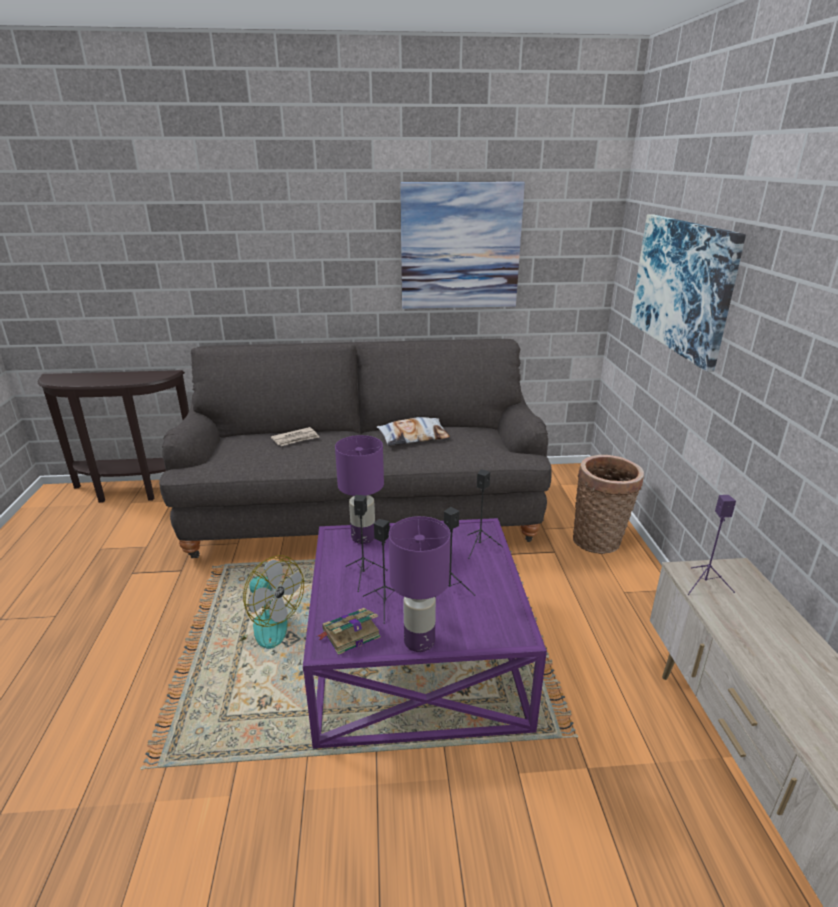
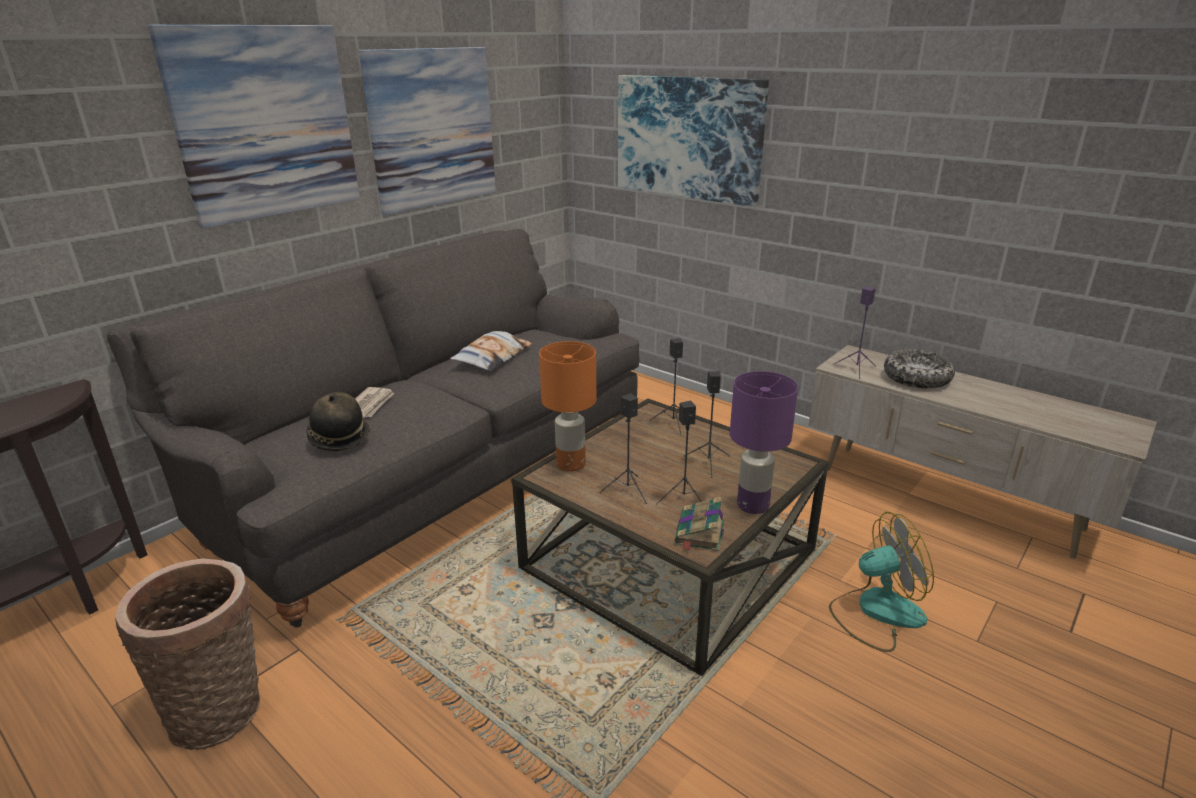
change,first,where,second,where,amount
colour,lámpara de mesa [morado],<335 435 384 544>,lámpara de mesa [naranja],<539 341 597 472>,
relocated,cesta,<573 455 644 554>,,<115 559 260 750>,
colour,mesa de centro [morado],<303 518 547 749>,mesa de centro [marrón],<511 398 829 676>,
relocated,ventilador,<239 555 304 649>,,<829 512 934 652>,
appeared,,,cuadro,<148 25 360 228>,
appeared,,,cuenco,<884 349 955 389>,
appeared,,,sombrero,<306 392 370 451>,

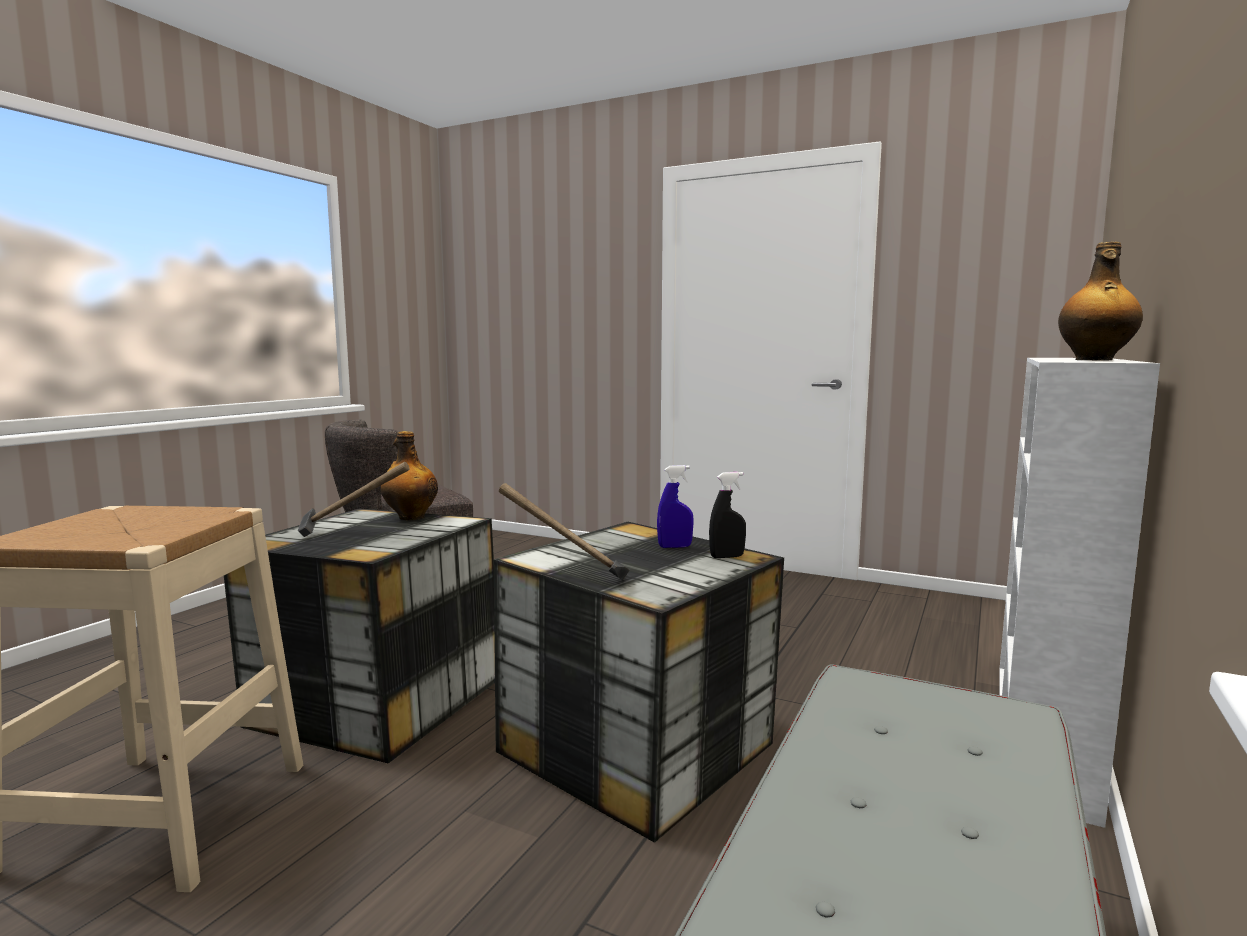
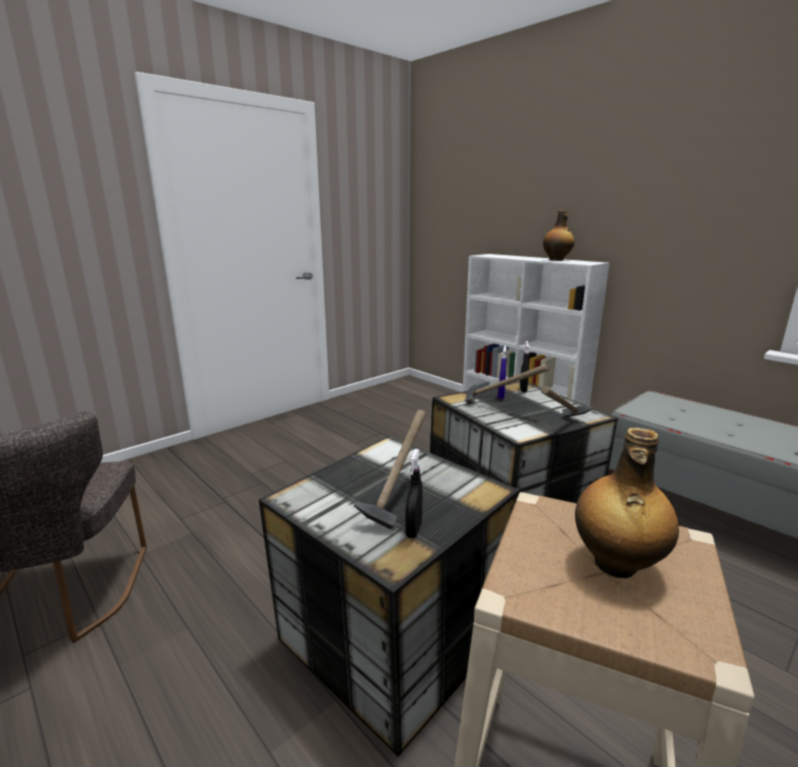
change,first,where,second,where,amount
relocated,botella,<381 431 438 520>,,<575 428 679 578>,
appeared,,,martillo,<465 364 548 405>,
appeared,,,pulverizador [negro],<405 449 423 538>,

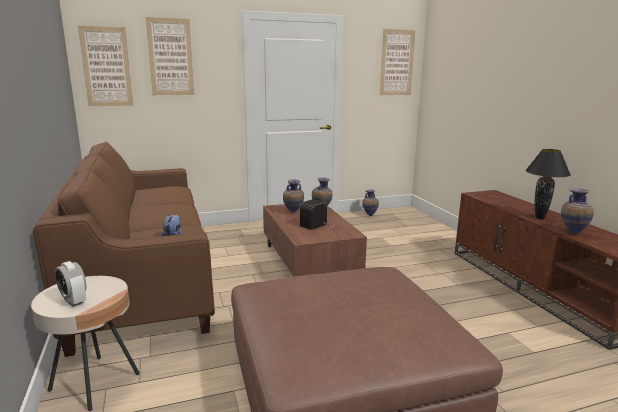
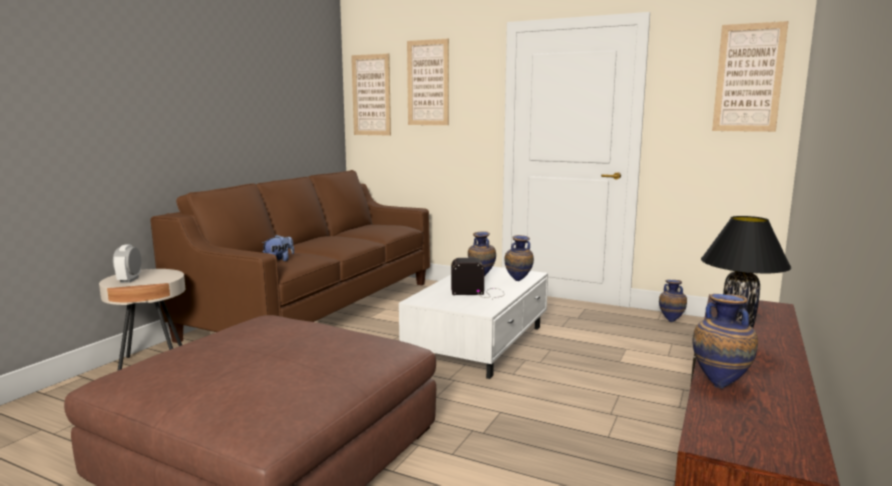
change,first,where,second,where,amount
colour,mesa de centro [marrón],<263 204 367 277>,mesa de centro [blanco],<399 266 548 379>,

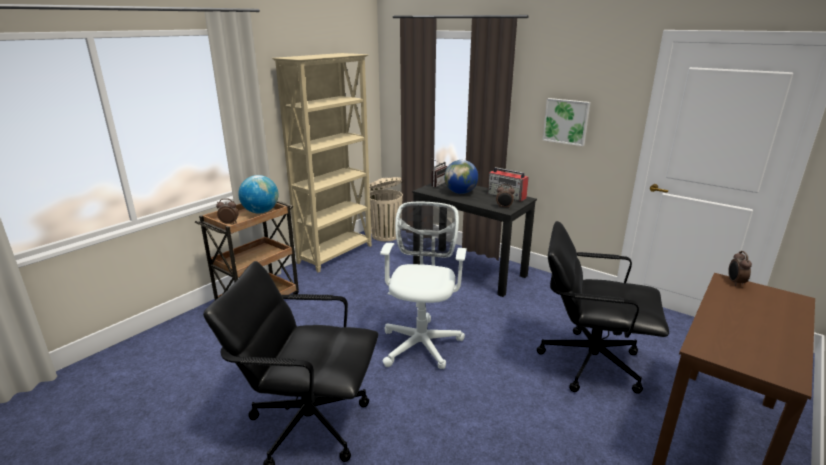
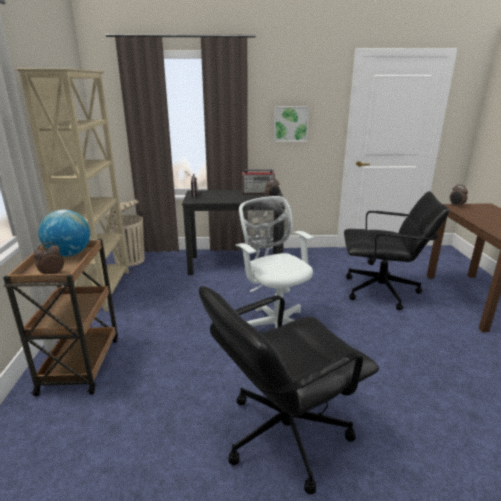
change,first,where,second,where,amount
missing,globo terráqueo,<444 160 478 194>,,,
spun,silla de oficina [negro],<537 221 669 394>,,<344 191 449 310>,150 degrees counterclockwise

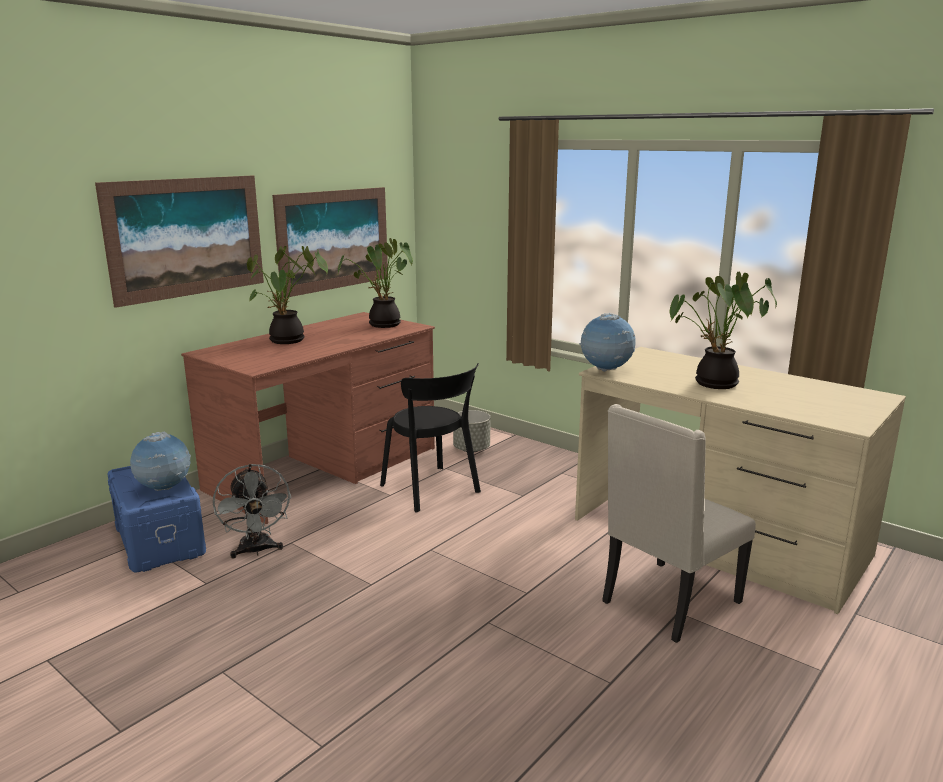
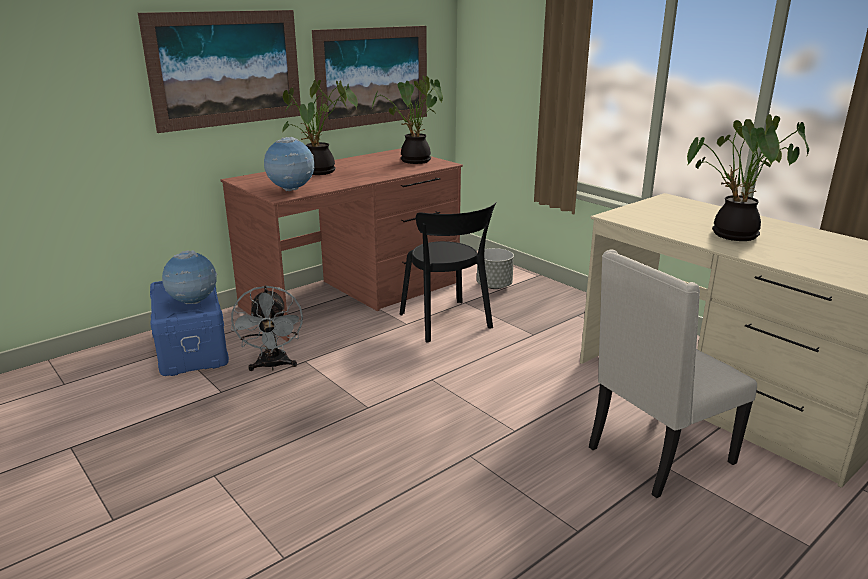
change,first,where,second,where,amount
relocated,globo terráqueo,<579 313 636 372>,,<264 137 315 191>,

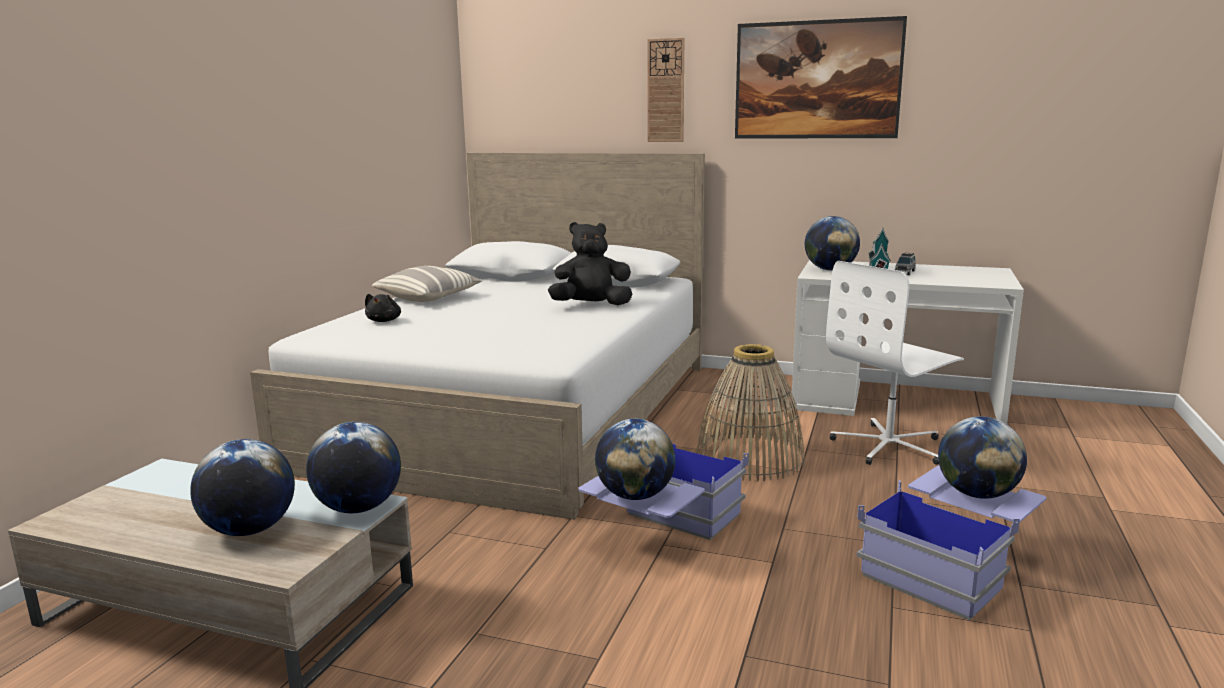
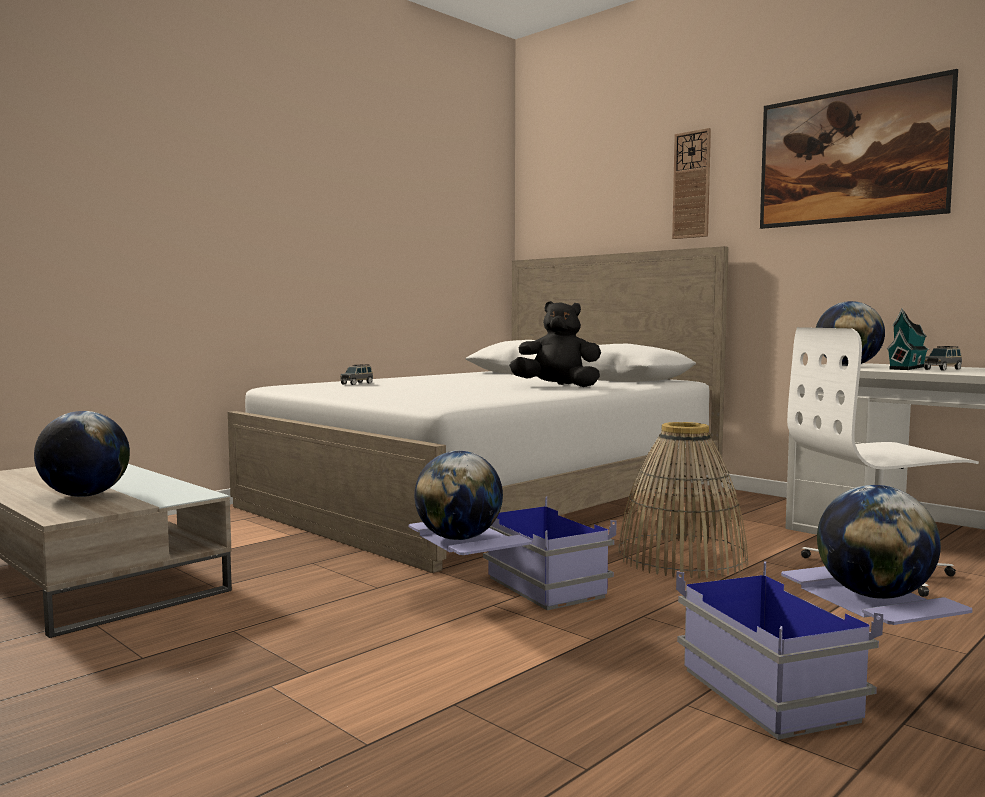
change,first,where,second,where,amount
missing,cojín,<372 266 483 302>,,,
exchanged,peluche [negro],<365 294 401 322>,coche de juguete [gris],<340 364 373 385>,
missing,globo terráqueo,<306 422 401 513>,,,

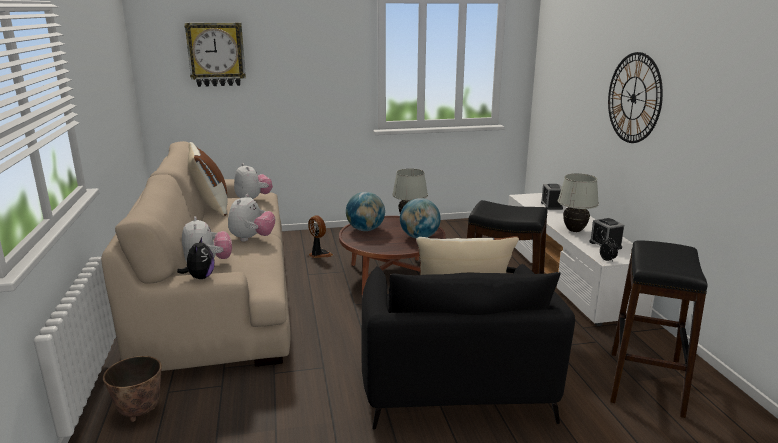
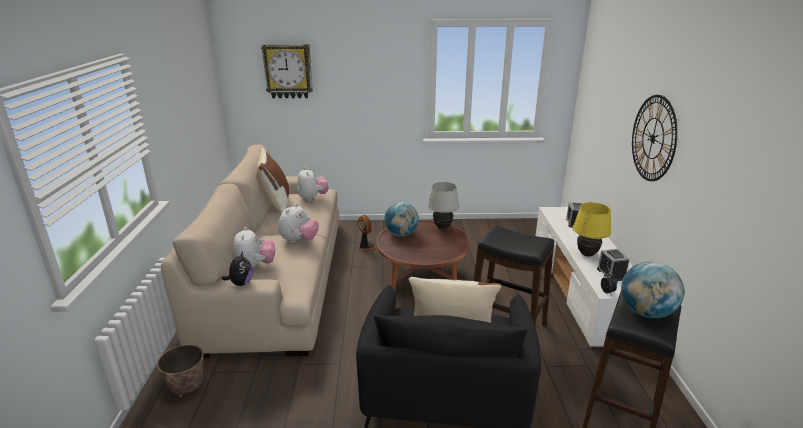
change,first,where,second,where,amount
colour,lámpara de mesa [blanco],<558 173 599 232>,lámpara de mesa [amarillo],<572 202 611 256>,
relocated,globo terráqueo,<400 198 441 239>,,<621 261 684 318>,

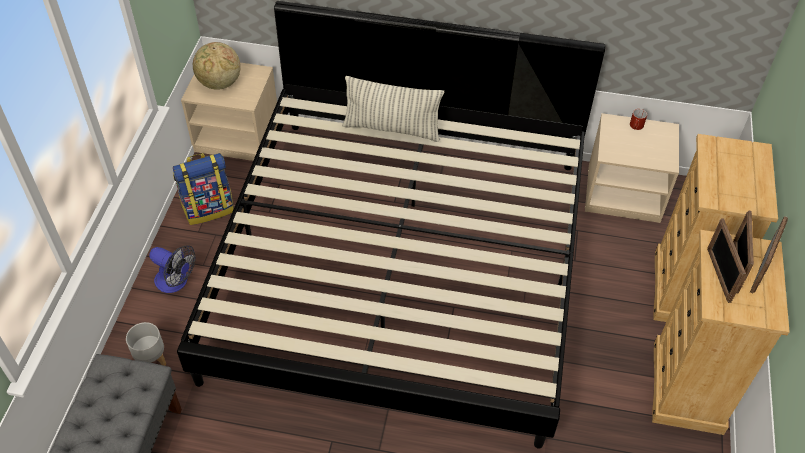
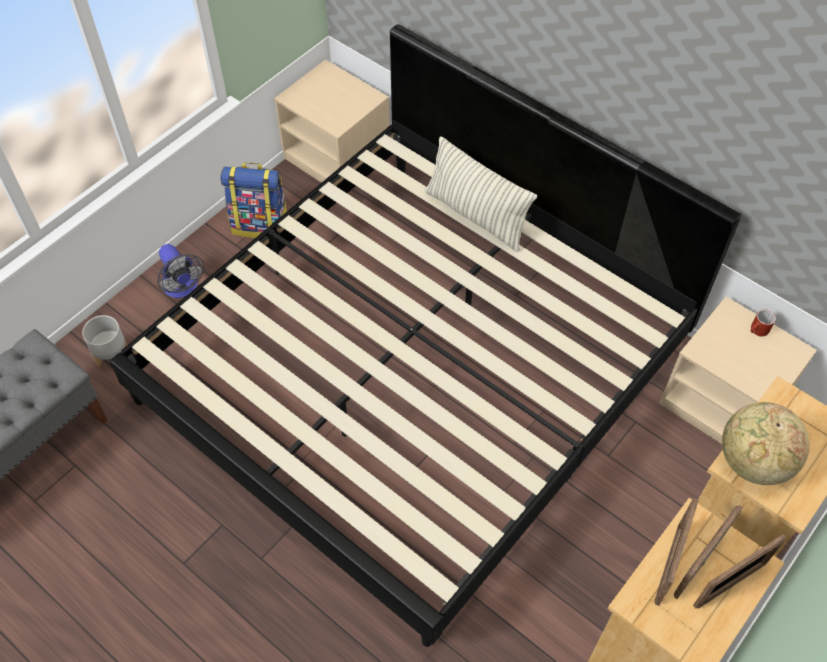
change,first,where,second,where,amount
relocated,globo terráqueo,<193 42 241 90>,,<722 402 810 485>,

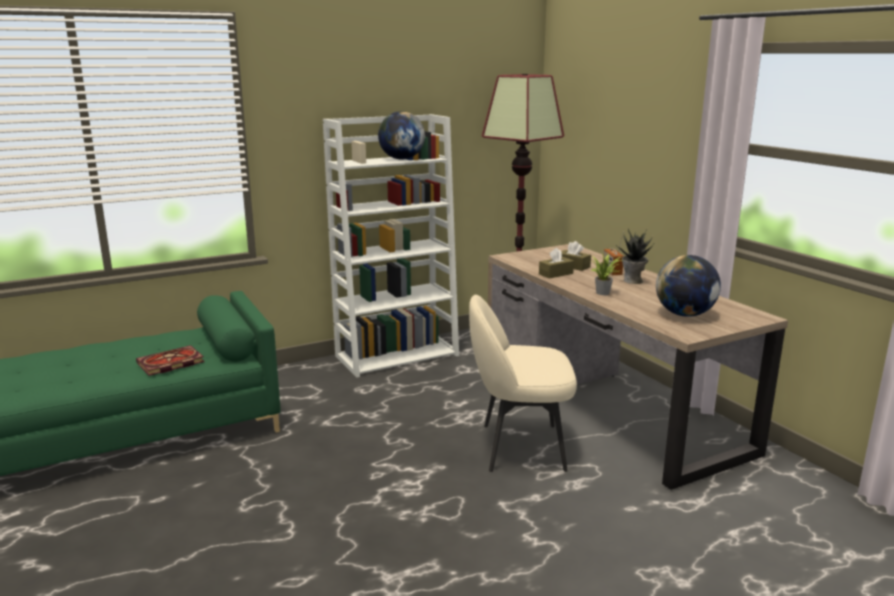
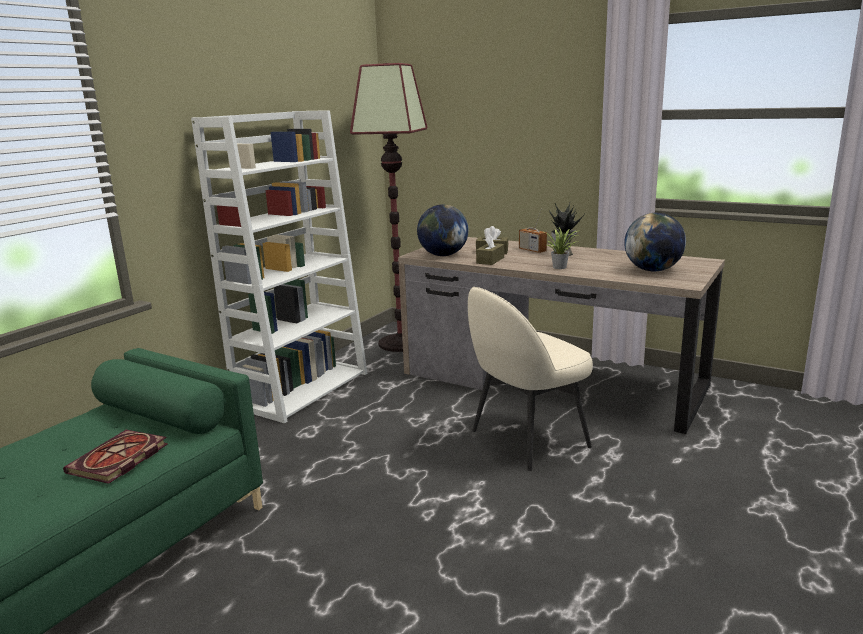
change,first,where,second,where,amount
relocated,globo terráqueo,<378 111 425 160>,,<417 204 468 256>,

